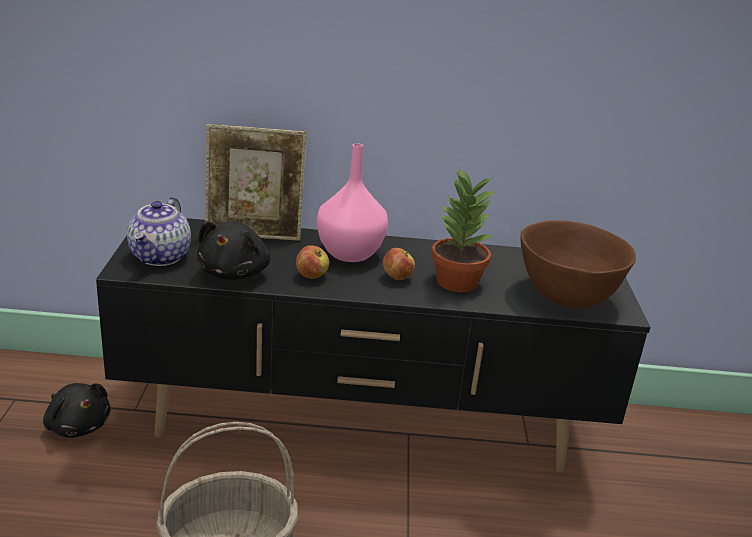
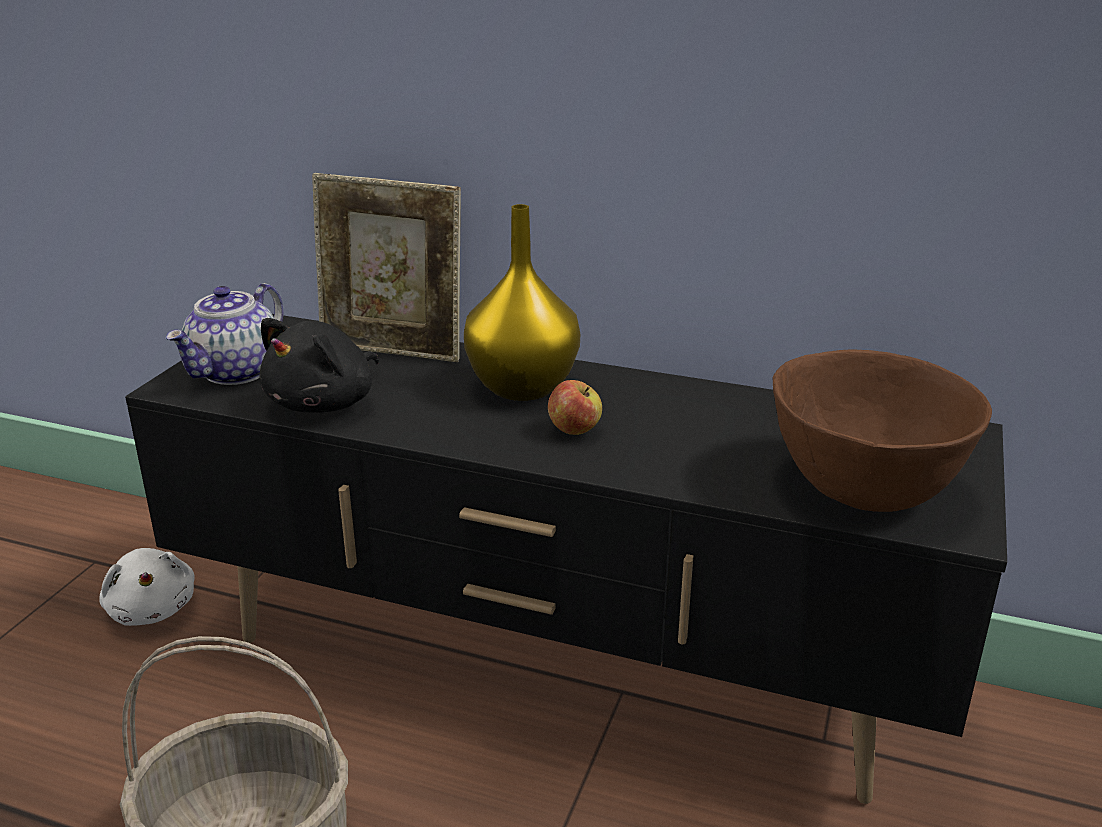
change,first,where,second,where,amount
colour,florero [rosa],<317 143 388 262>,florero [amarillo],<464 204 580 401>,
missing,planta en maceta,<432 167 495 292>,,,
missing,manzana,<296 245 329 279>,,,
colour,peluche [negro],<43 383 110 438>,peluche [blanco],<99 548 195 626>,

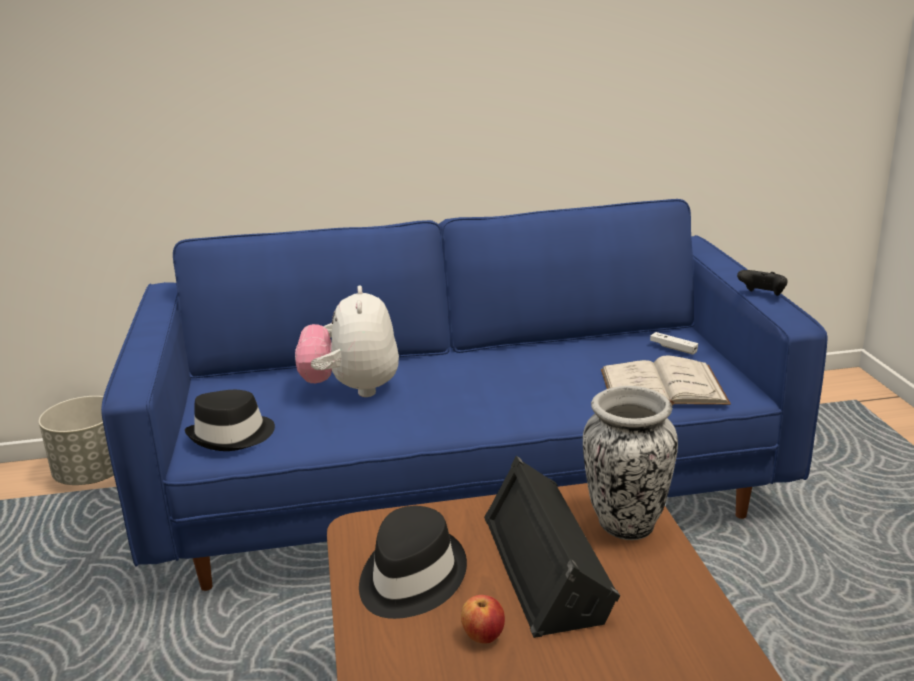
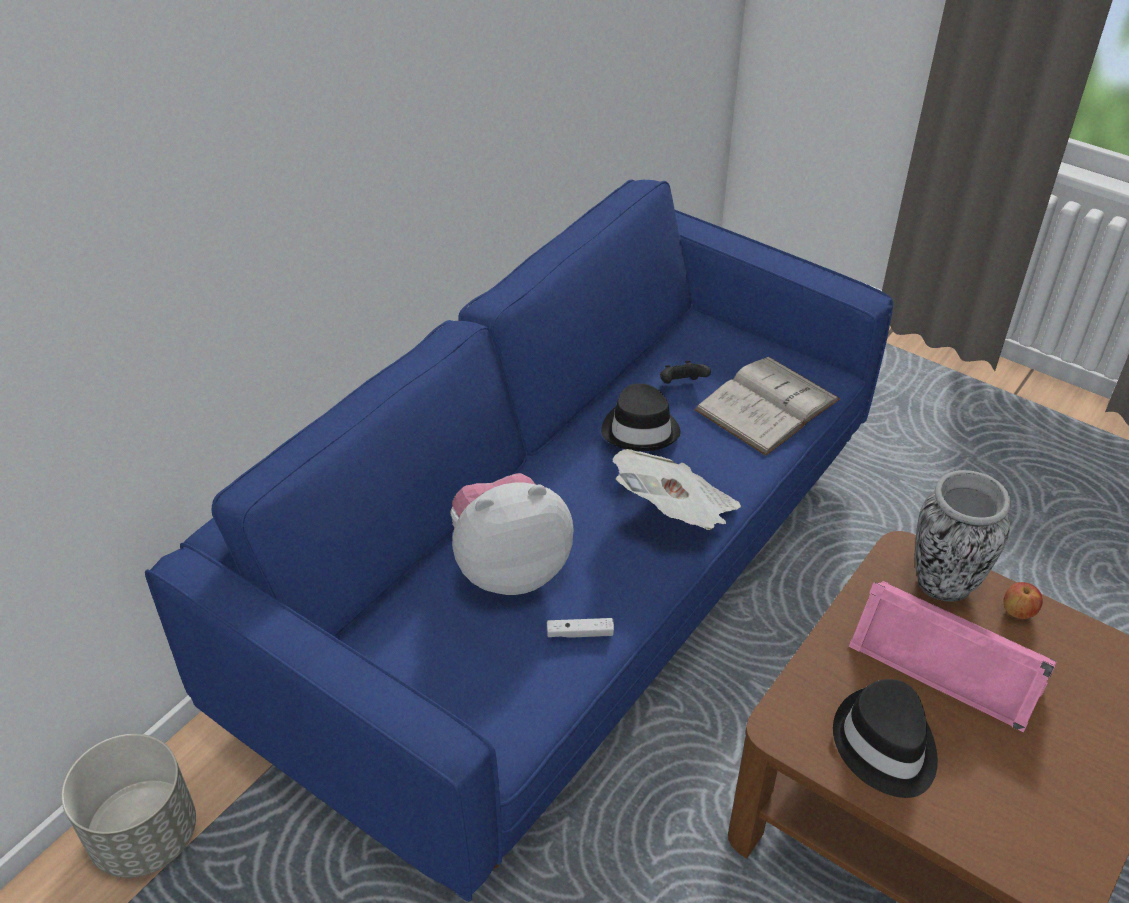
change,first,where,second,where,amount
relocated,mando de consola [negro],<737 270 788 296>,,<660 360 711 384>,
spun,peluche,<295 285 399 397>,,<450 473 574 595>,120 degrees clockwise
relocated,mando de consola [blanco],<650 332 698 355>,,<547 618 614 638>,
relocated,sombrero [negro],<185 390 275 451>,,<601 383 680 451>,
colour,altavoz [negro],<484 456 620 638>,altavoz [rosa],<849 581 1057 732>,
relocated,manzana,<461 595 505 644>,,<1004 582 1043 619>,
appeared,,,periódico,<613 449 741 530>,

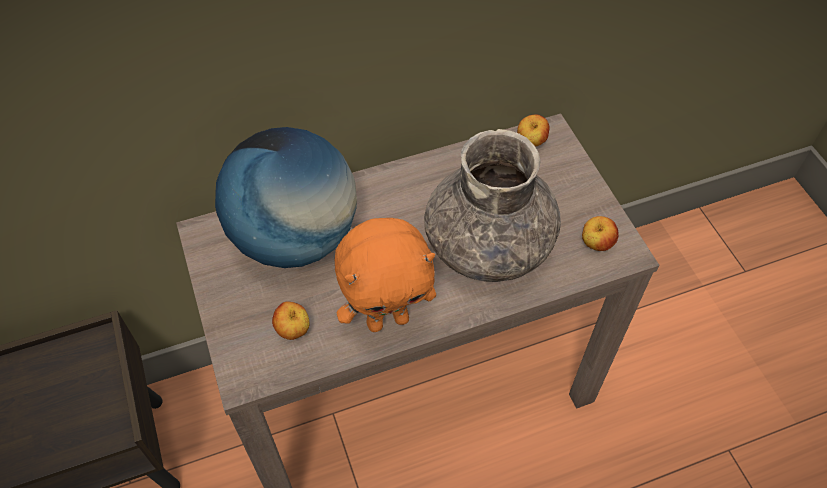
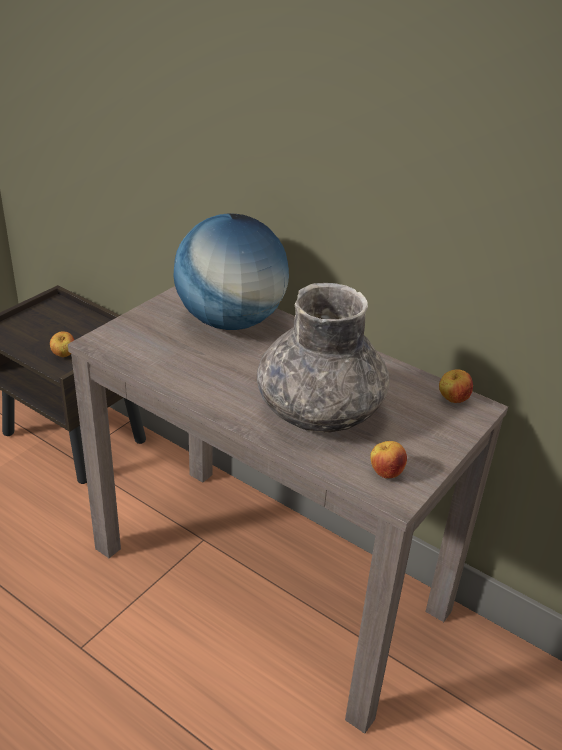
change,first,where,second,where,amount
missing,peluche [naranja],<335 218 436 332>,,,
relocated,manzana,<272 302 310 340>,,<50 331 74 357>,

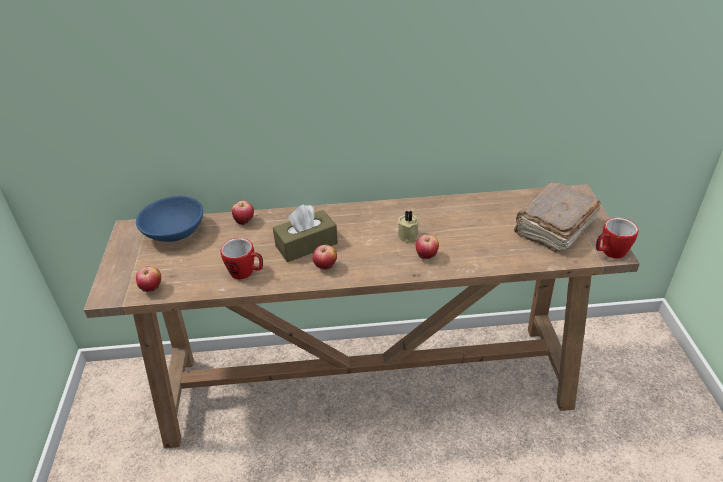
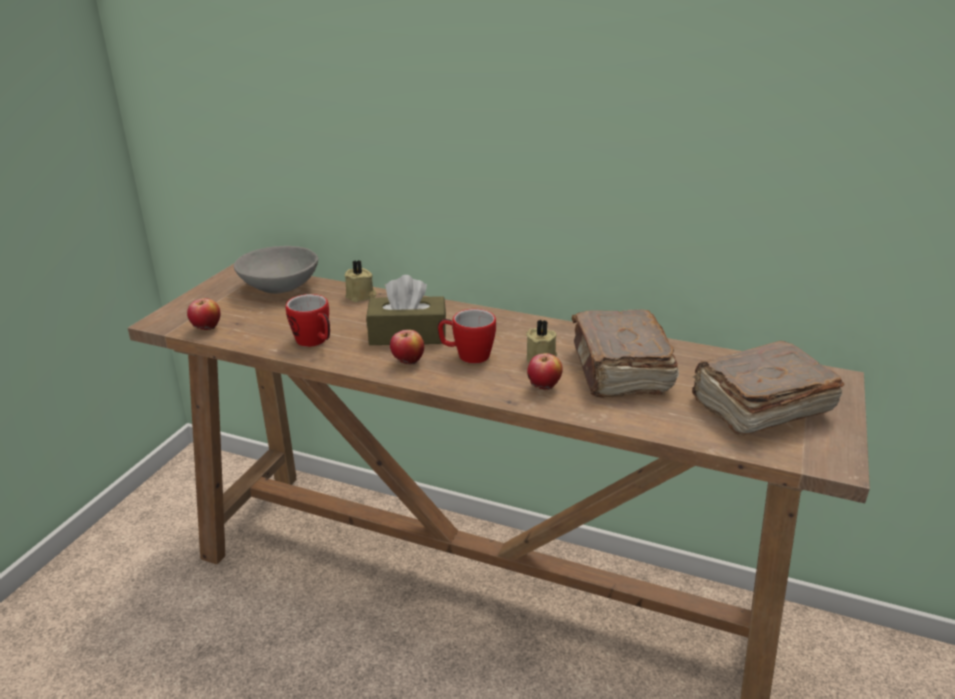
change,first,where,second,where,amount
colour,cuenco [azul],<136 196 203 242>,cuenco [gris],<234 246 318 294>,
exchanged,manzana,<232 201 254 225>,vela [beis],<345 260 376 302>,
relocated,taza grande,<596 218 638 259>,,<438 309 496 363>,
appeared,,,libro [marrón],<572 310 679 398>,

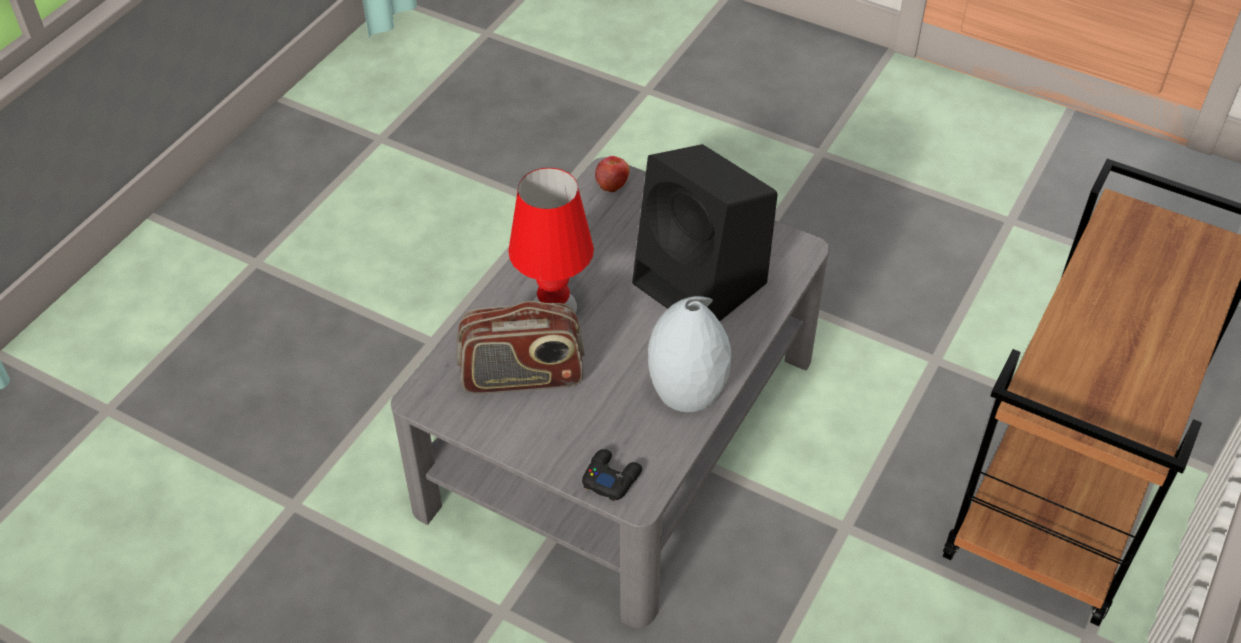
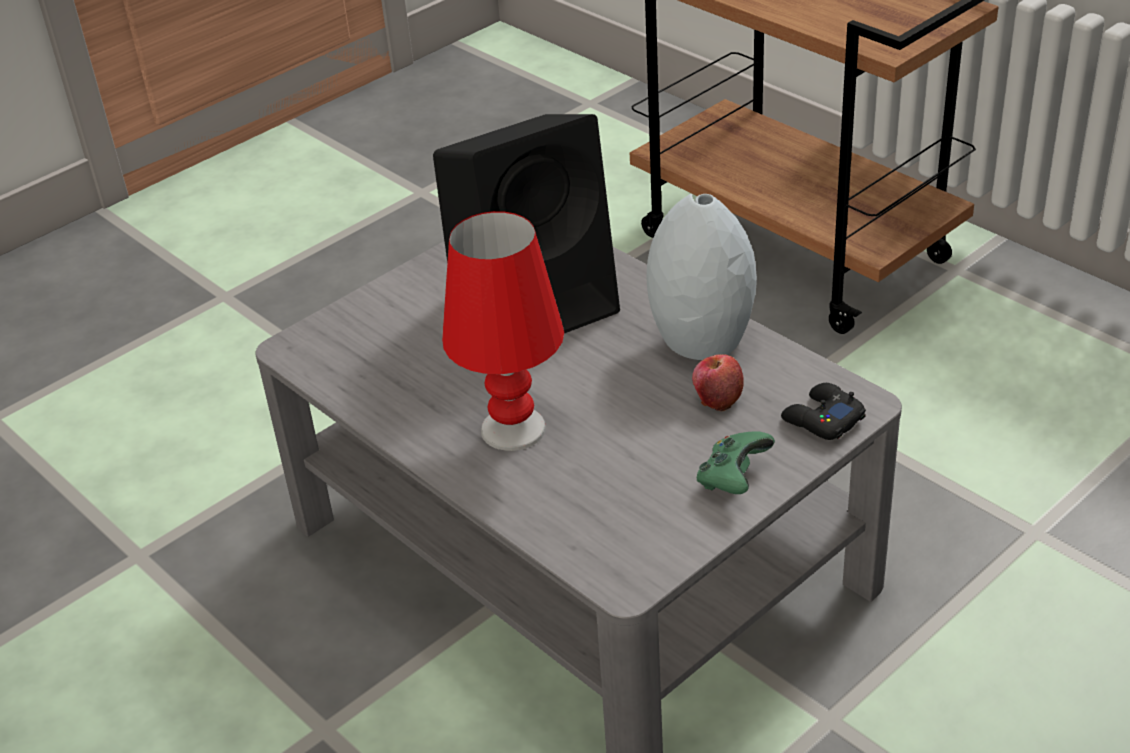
change,first,where,second,where,amount
relocated,manzana,<595 156 629 192>,,<692 354 744 411>,
missing,radio,<457 301 585 394>,,,
appeared,,,mando de consola [verde],<697 432 775 494>,

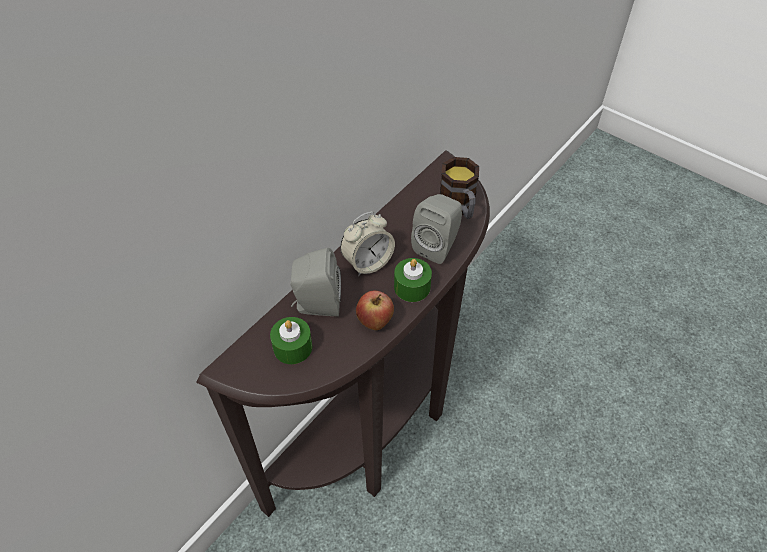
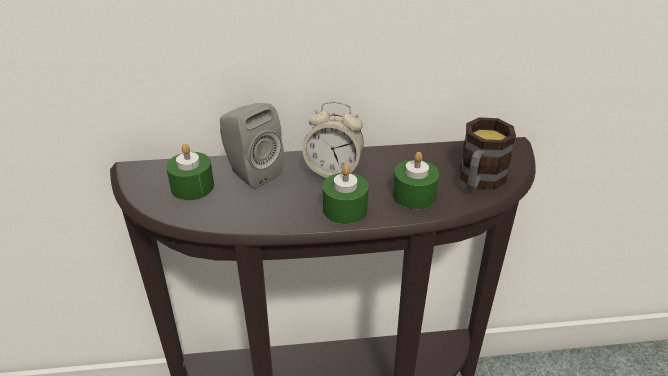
change,first,where,second,where,amount
exchanged,altavoz [gris],<411 194 462 264>,vela [verde],<393 152 439 209>,
missing,manzana,<356 291 394 330>,,,

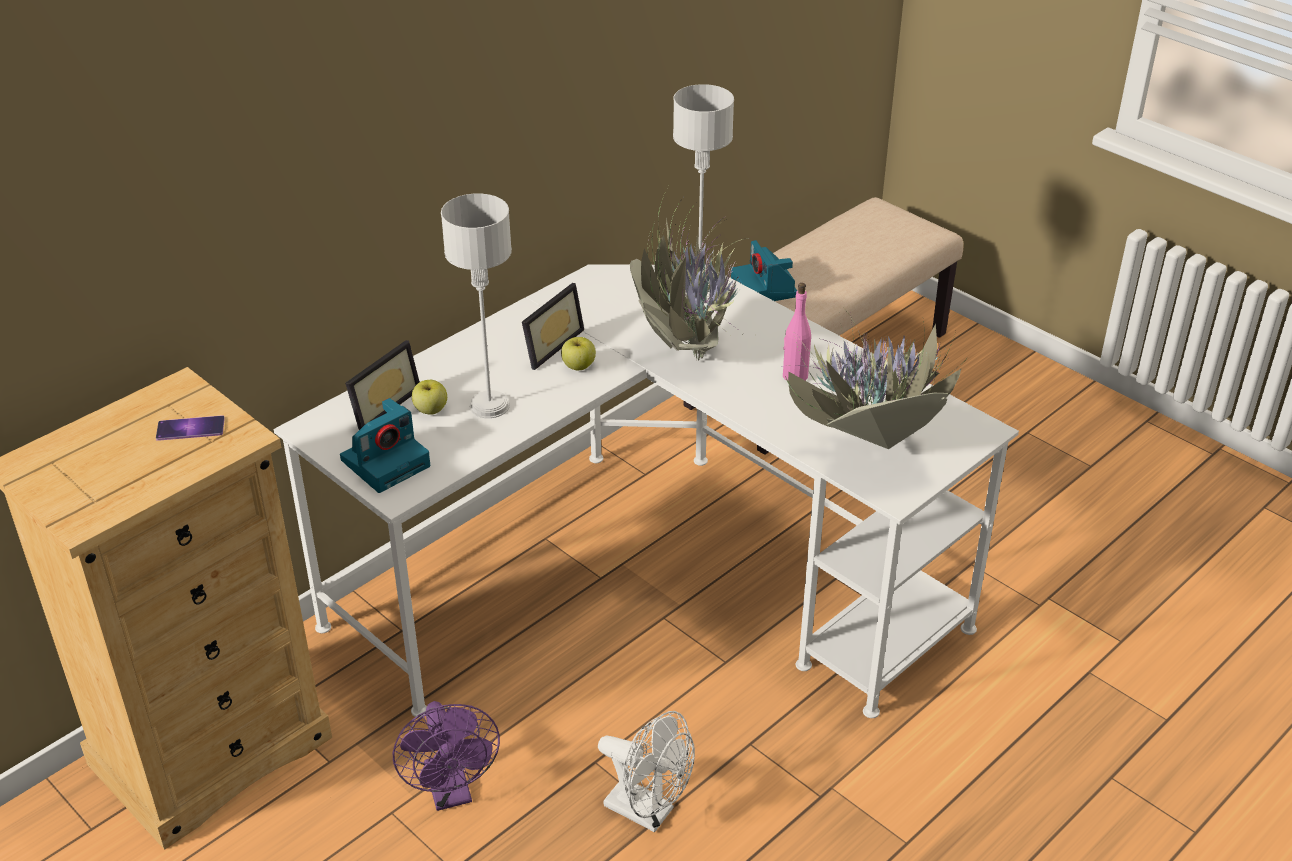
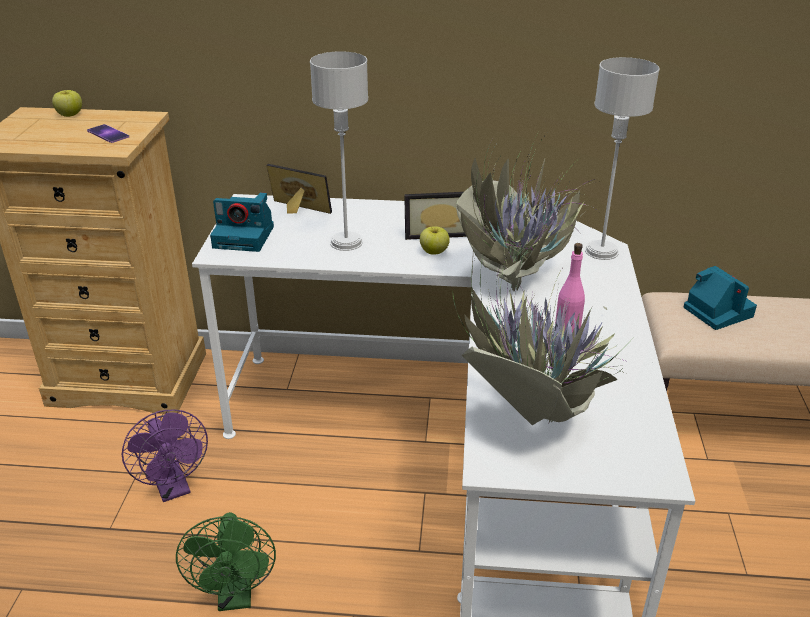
change,first,where,second,where,amount
spun,cámara,<731 240 797 301>,,<683 266 757 330>,120 degrees clockwise
spun,portarretratos,<345 340 420 430>,,<266 164 332 214>,150 degrees counterclockwise
relocated,manzana,<412 380 447 415>,,<52 90 82 117>,
spun,ventilador [morado],<393 701 500 811>,,<122 410 208 502>,60 degrees counterclockwise
colour,ventilador [blanco],<598 711 695 832>,ventilador [verde],<176 512 276 611>,

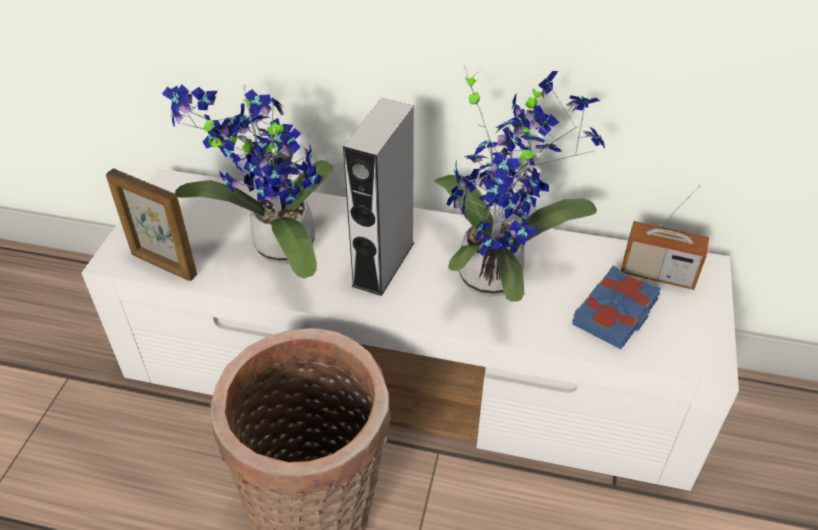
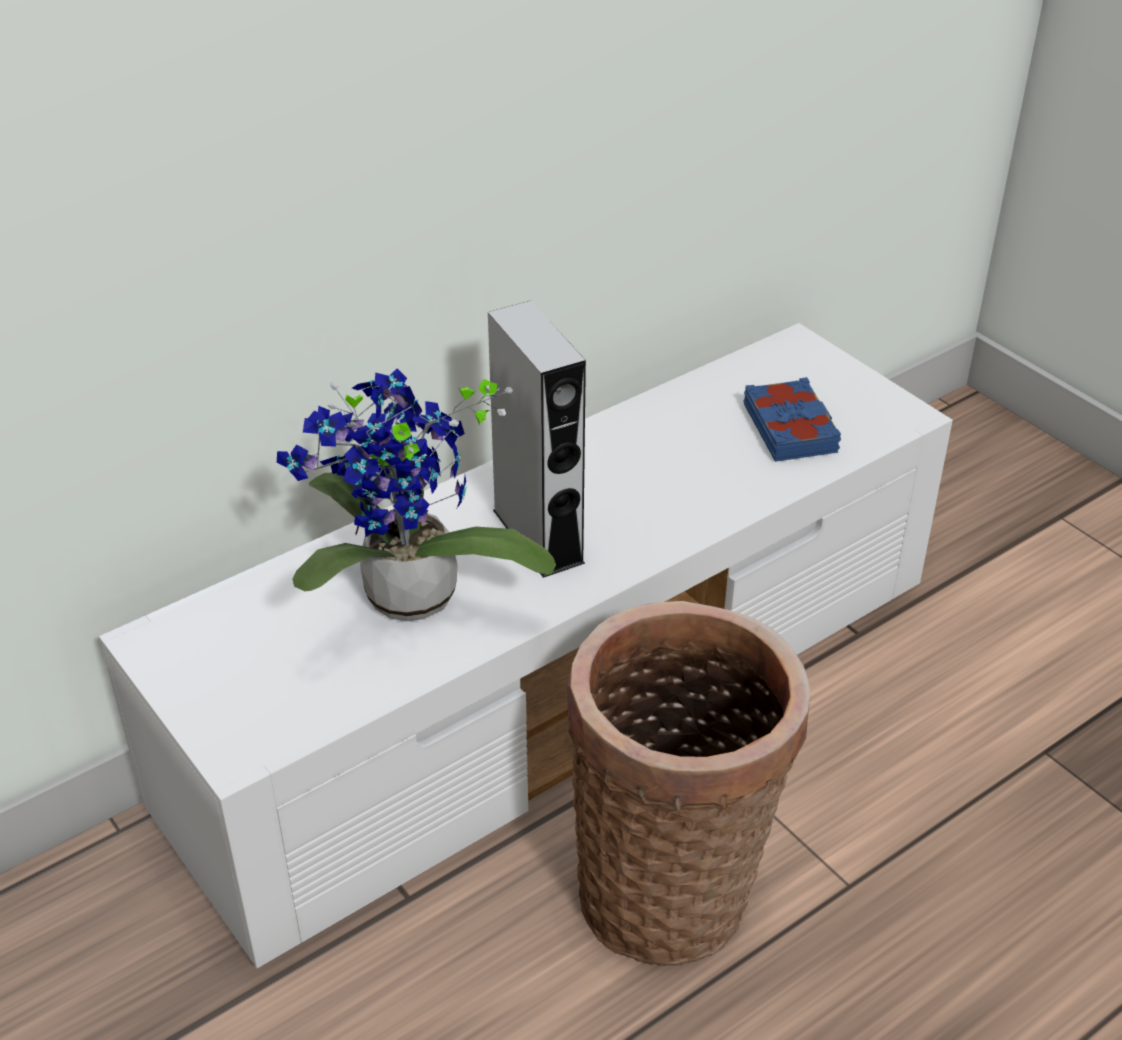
change,first,where,second,where,amount
missing,planta en maceta,<435 66 605 302>,,,
missing,portarretratos,<106 168 197 281>,,,
missing,radio,<621 185 709 290>,,,

